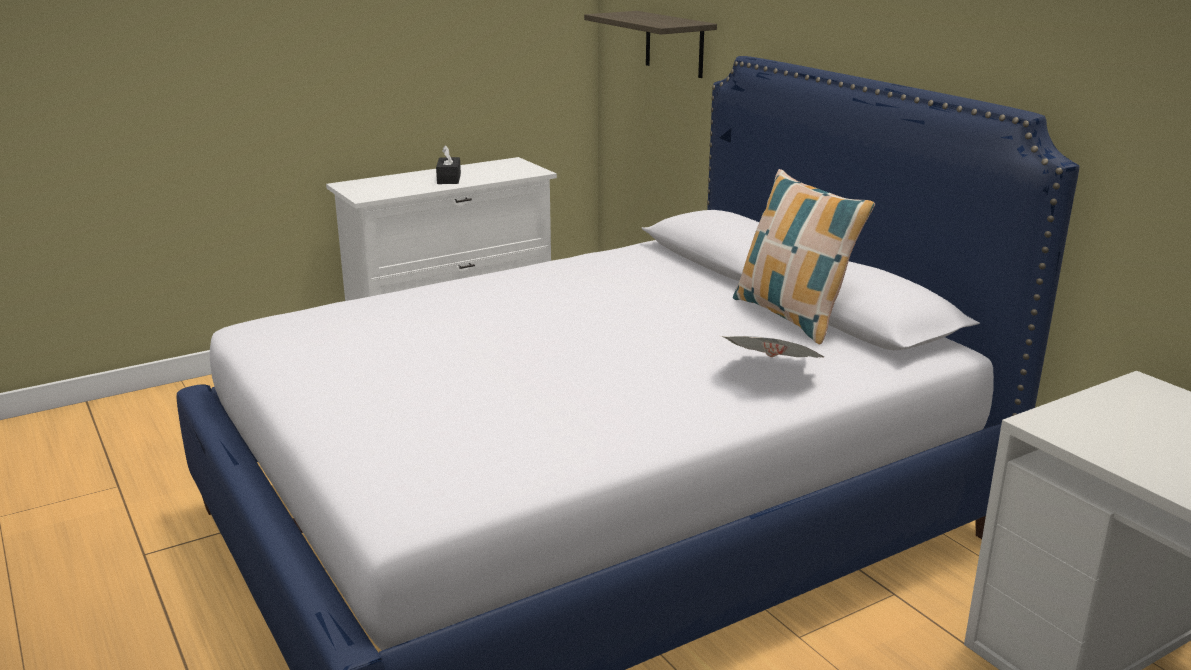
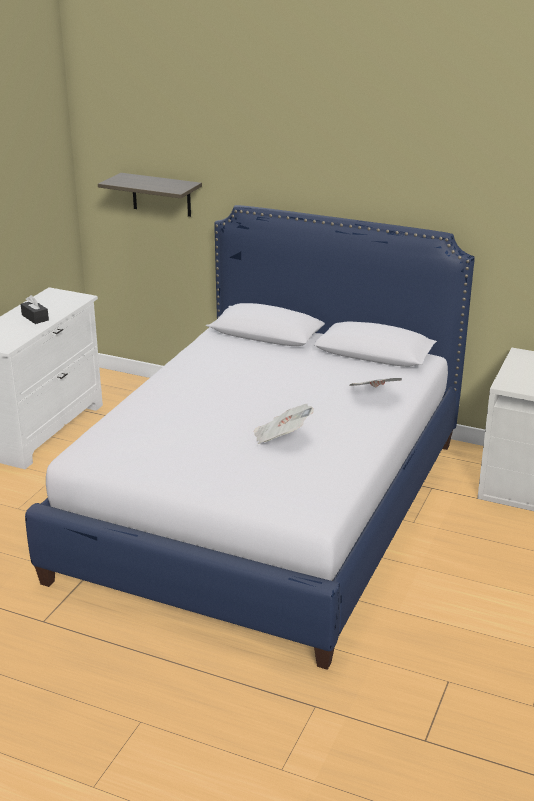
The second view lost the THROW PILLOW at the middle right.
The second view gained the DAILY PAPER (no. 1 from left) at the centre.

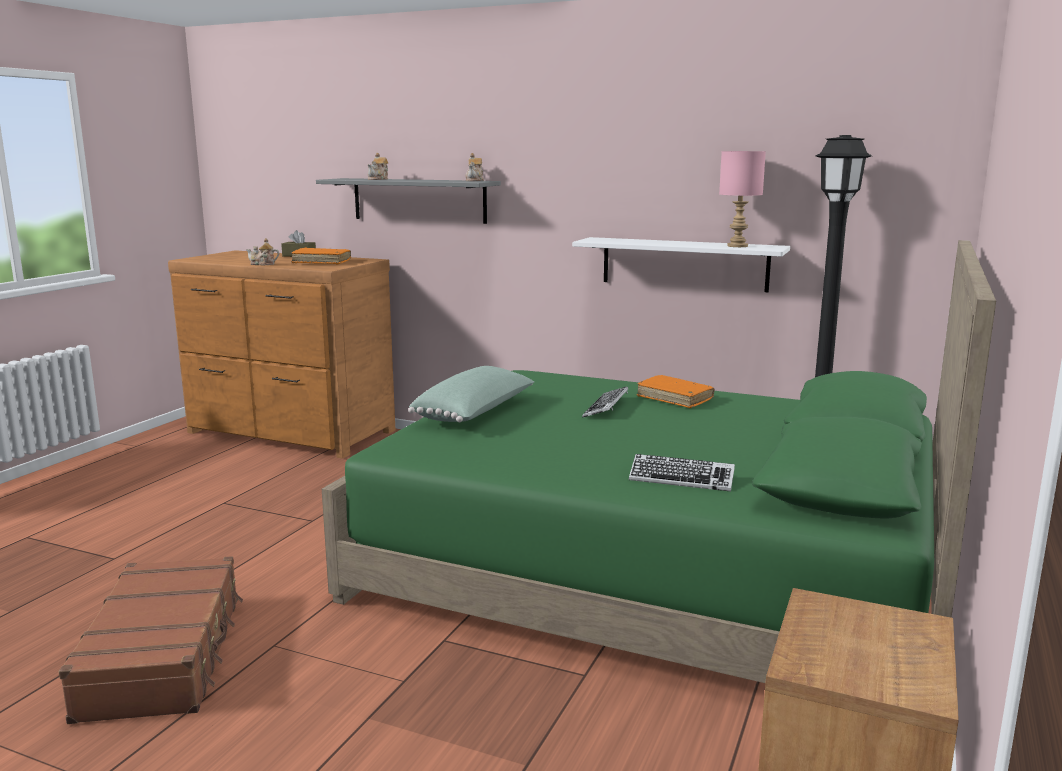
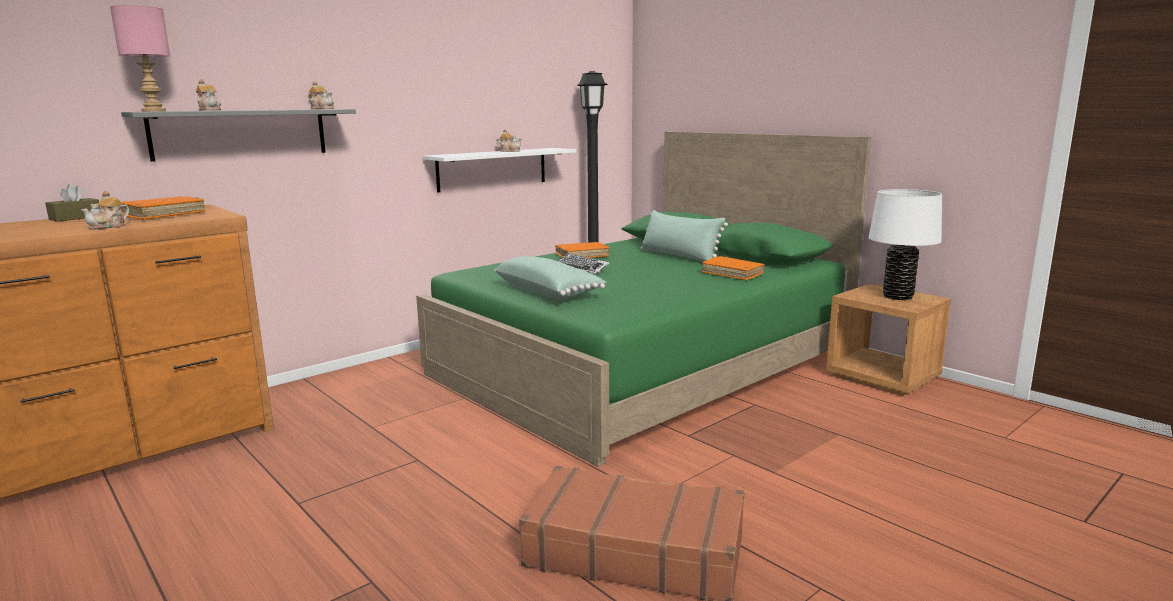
The PINK LAMP FOR A TABLE ended up elsewhere, having gone from the top right to the top left.
Where the COMPUTER KEYBOARD (no. 2 from left) stood at the centre, the ORANGEY BOUND BOOK (no. 3 from left) came to stand at the centre.
The second view gained the POT FOR TEA (no. 4 from left) at the top centre.
The second view gained the WHITISH LAMP FOR A TABLE at the middle right.
The second view gained the GREEN-COLOURED THROW PILLOW (no. 2 from left) at the centre.

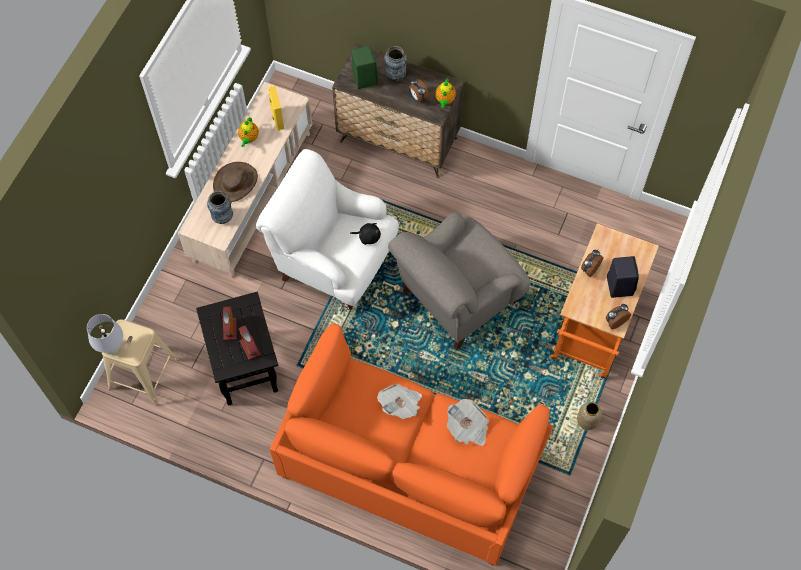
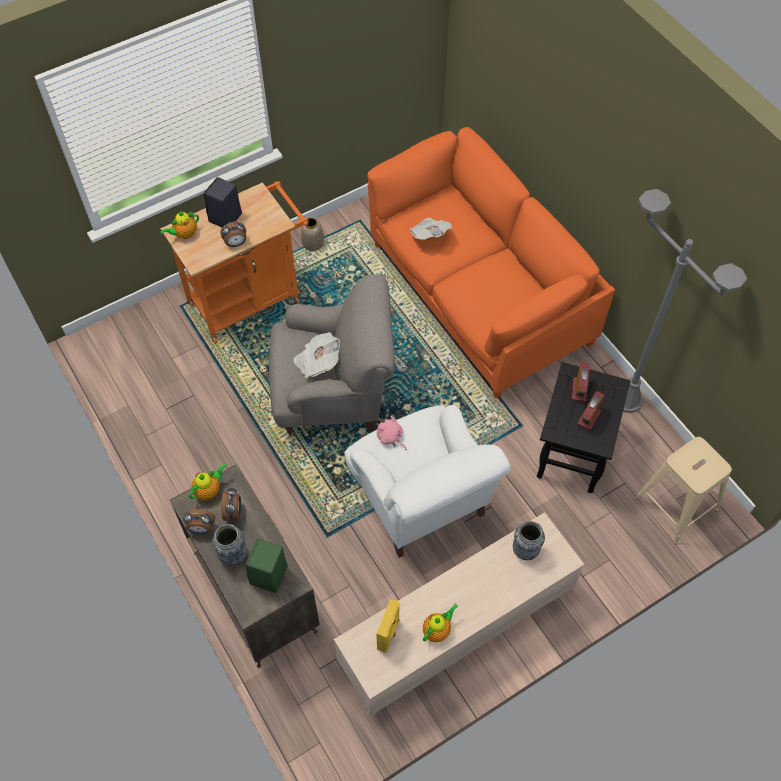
The second view lost the BROWN HAT at the top left.
What was the BLACKISH SOFT TOY at the centre turned into the PINK SOFT TOY at the centre.
The BEDSIDE CLOCK (no. 5 from left in the first image) ended up elsewhere, having gone from the middle right to the bottom left.
The second view lost the WHITISH LAMP FOR A TABLE at the middle left.
The DAILY PAPER (no. 1 from left) ended up elsewhere, having gone from the bottom centre to the centre.
The second view gained the GREY FLOOR LAMP at the middle right.
The second view gained the POT FOR TEA (no. 1 from left) at the top left.

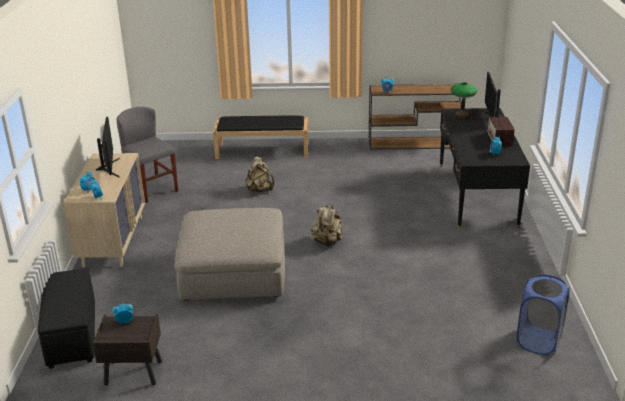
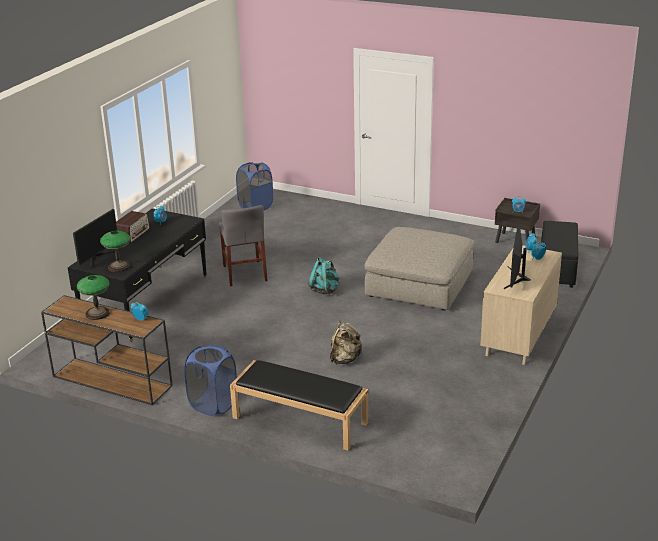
The GREY PLAIN CHAIR ended up elsewhere, having gone from the middle left to the centre.
What was the BEIGE KNAPSACK (no. 2 from left) at the centre turned into the TURQUOISE KNAPSACK at the centre.
The second view gained the LAMP FOR A TABLE (no. 1 from left) at the middle left.
The second view gained the BLUE-COLOURED WASHING BASKET (no. 1 from left) at the bottom left.

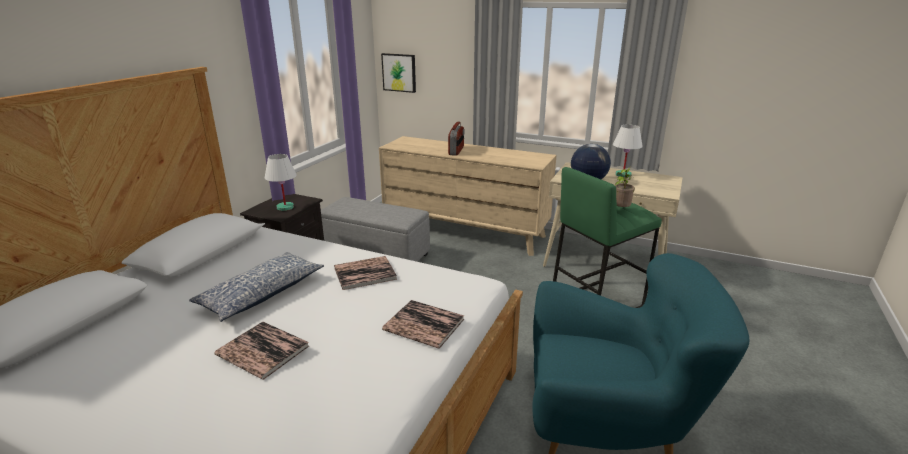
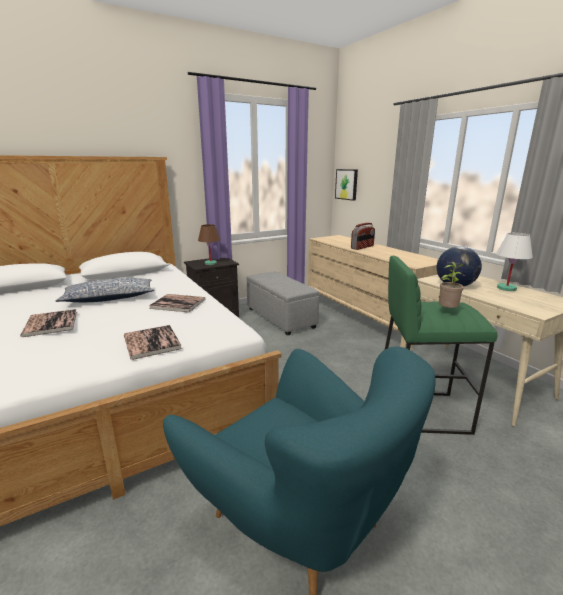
What was the WHITISH LAMP FOR A TABLE (no. 1 from left) at the middle left turned into the BROWN LAMP FOR A TABLE at the centre.

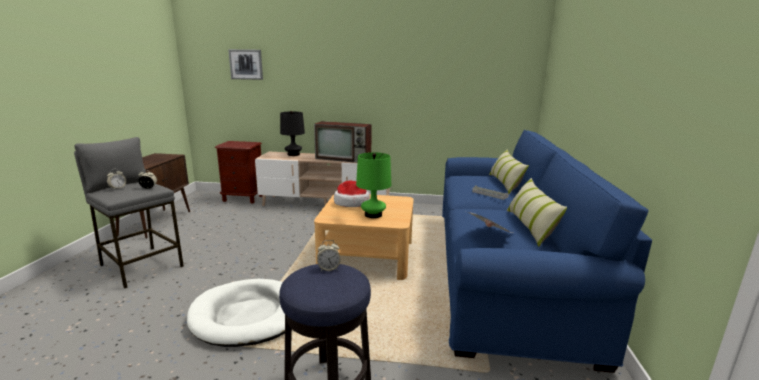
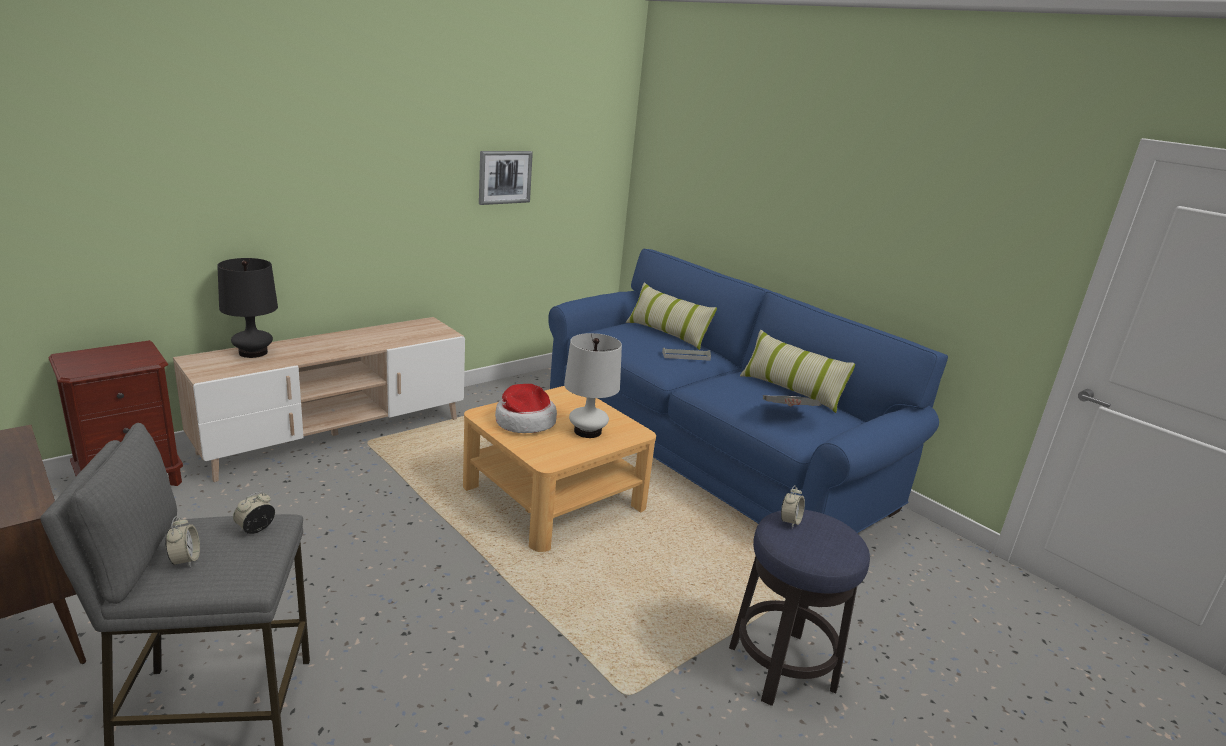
The WALL PICTURE ended up elsewhere, having gone from the top left to the top centre.
The second view lost the TELEVISION at the centre.
What was the GREEN-COLOURED LAMP FOR A TABLE at the centre turned into the WHITISH LAMP FOR A TABLE at the centre.
The second view lost the WHITISH PET BED at the bottom left.

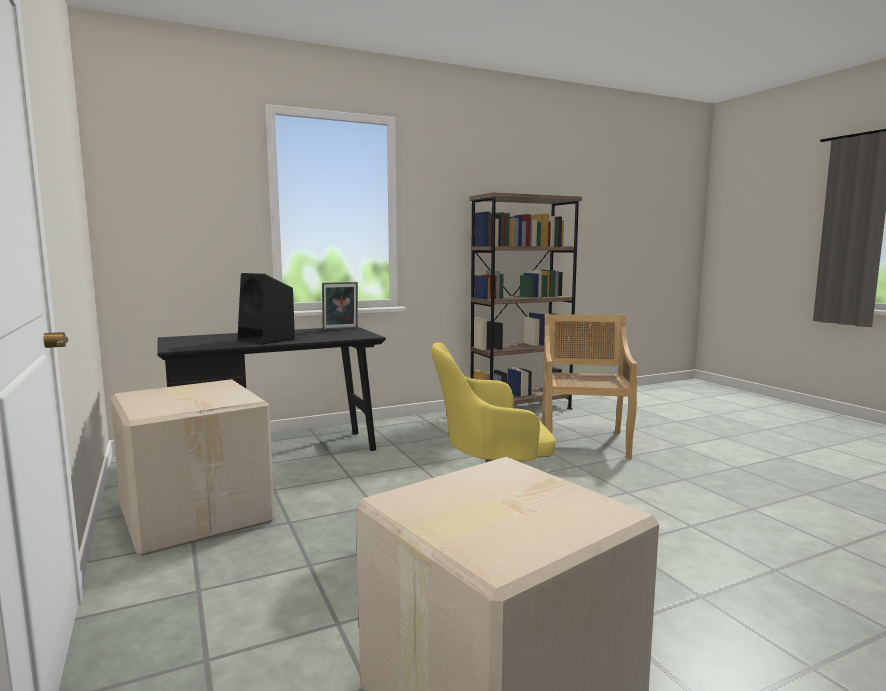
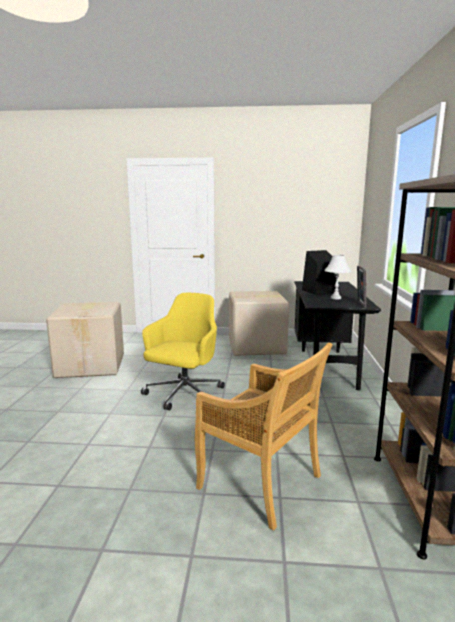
The second view gained the WHITISH LAMP FOR A TABLE at the middle right.

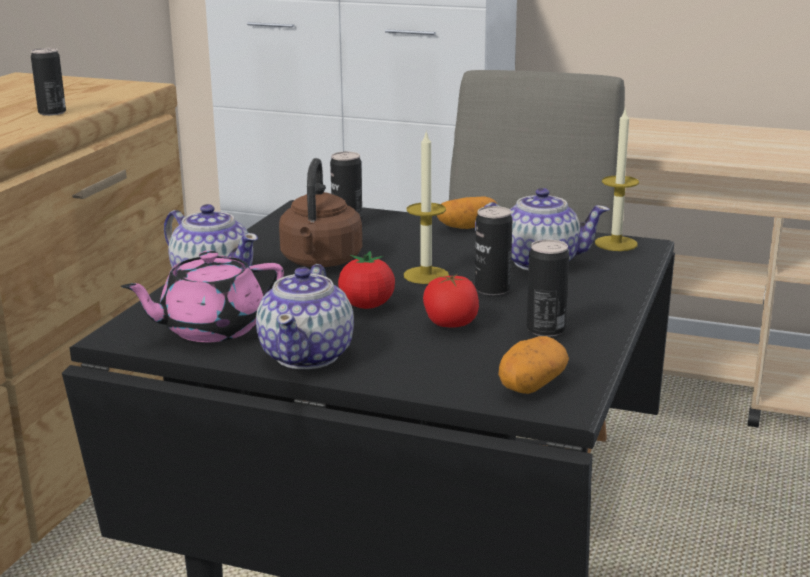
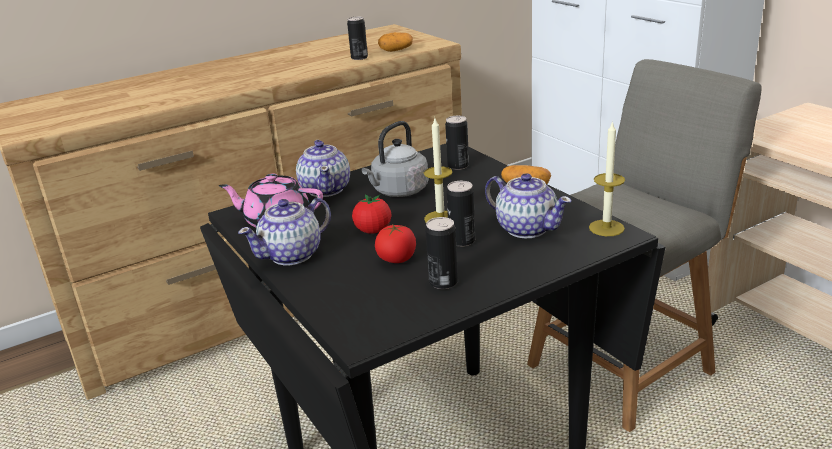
What was the BROWN TEA KETTLE at the centre turned into the GREY TEA KETTLE at the centre.
The WHOLE POTATO (no. 2 from left in the first image) ended up elsewhere, having gone from the centre to the top centre.

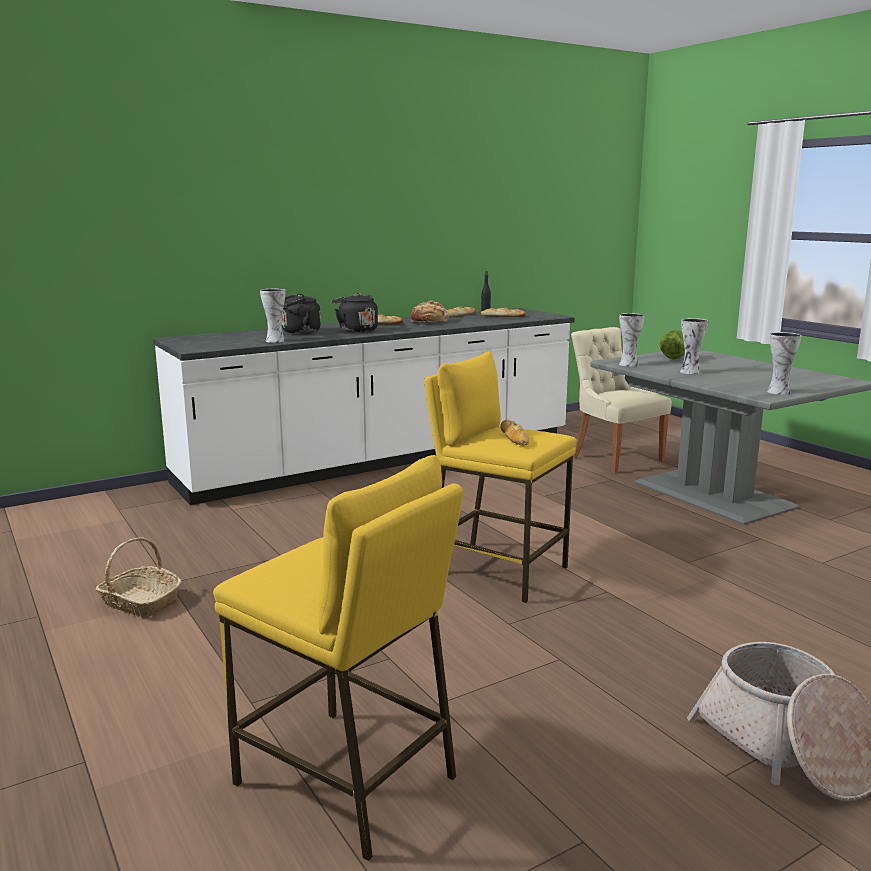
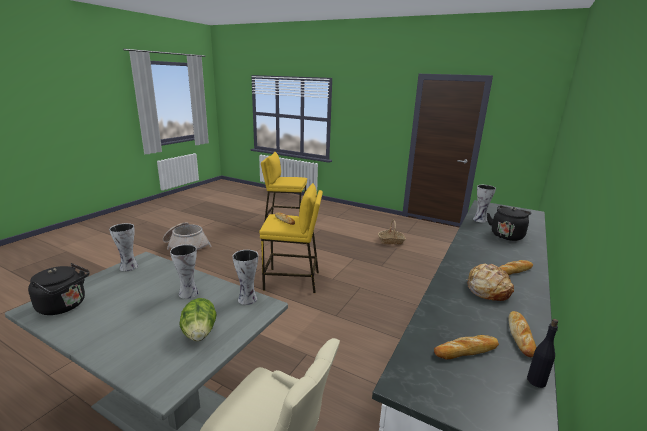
The BLACKISH TEA KETTLE (no. 2 from left in the first image) ended up elsewhere, having gone from the centre to the bottom left.

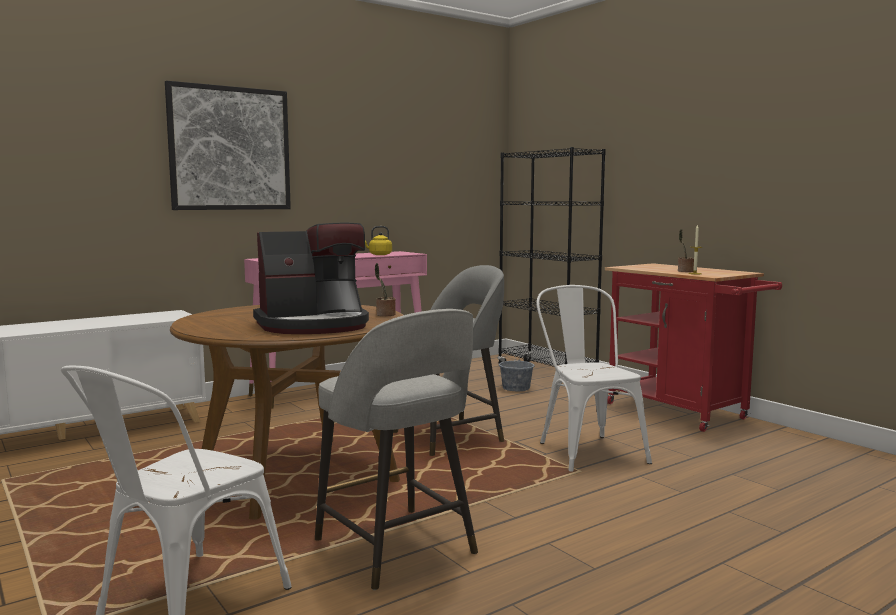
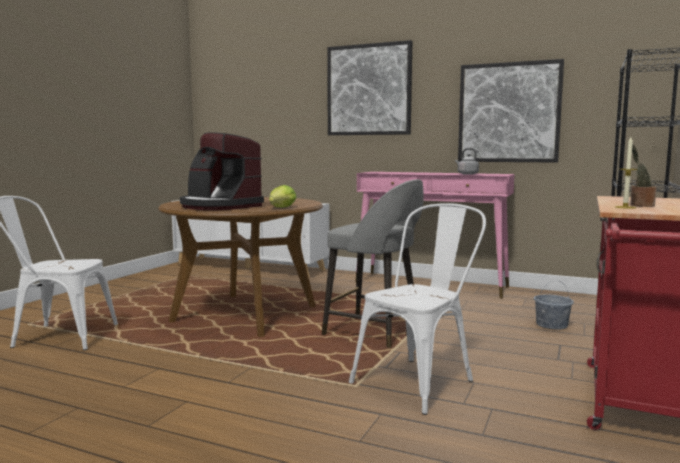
What was the YELLOWISH TEA KETTLE at the centre turned into the GREY TEA KETTLE at the middle right.
Where the PLANT IN A POT (no. 1 from left) stood at the centre, the LETTUCE HEAD came to stand at the centre.
The second view lost the GREY STOOL SEAT (no. 1 from left) at the bottom centre.
The second view gained the WALL PICTURE (no. 2 from left) at the top right.

